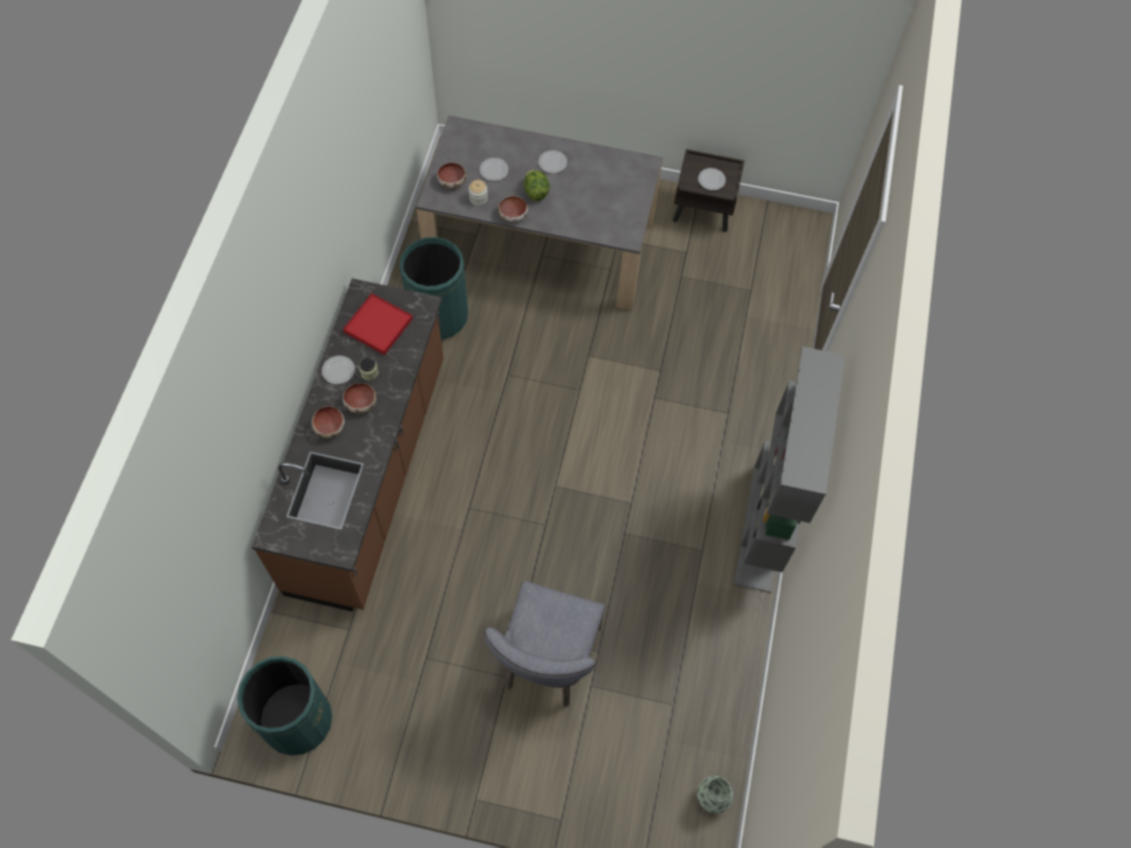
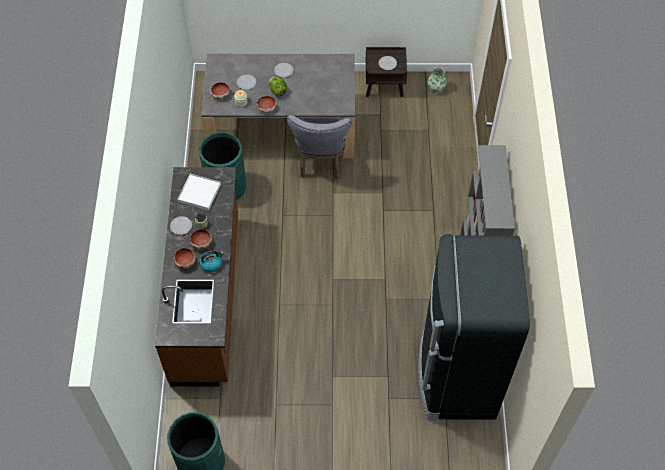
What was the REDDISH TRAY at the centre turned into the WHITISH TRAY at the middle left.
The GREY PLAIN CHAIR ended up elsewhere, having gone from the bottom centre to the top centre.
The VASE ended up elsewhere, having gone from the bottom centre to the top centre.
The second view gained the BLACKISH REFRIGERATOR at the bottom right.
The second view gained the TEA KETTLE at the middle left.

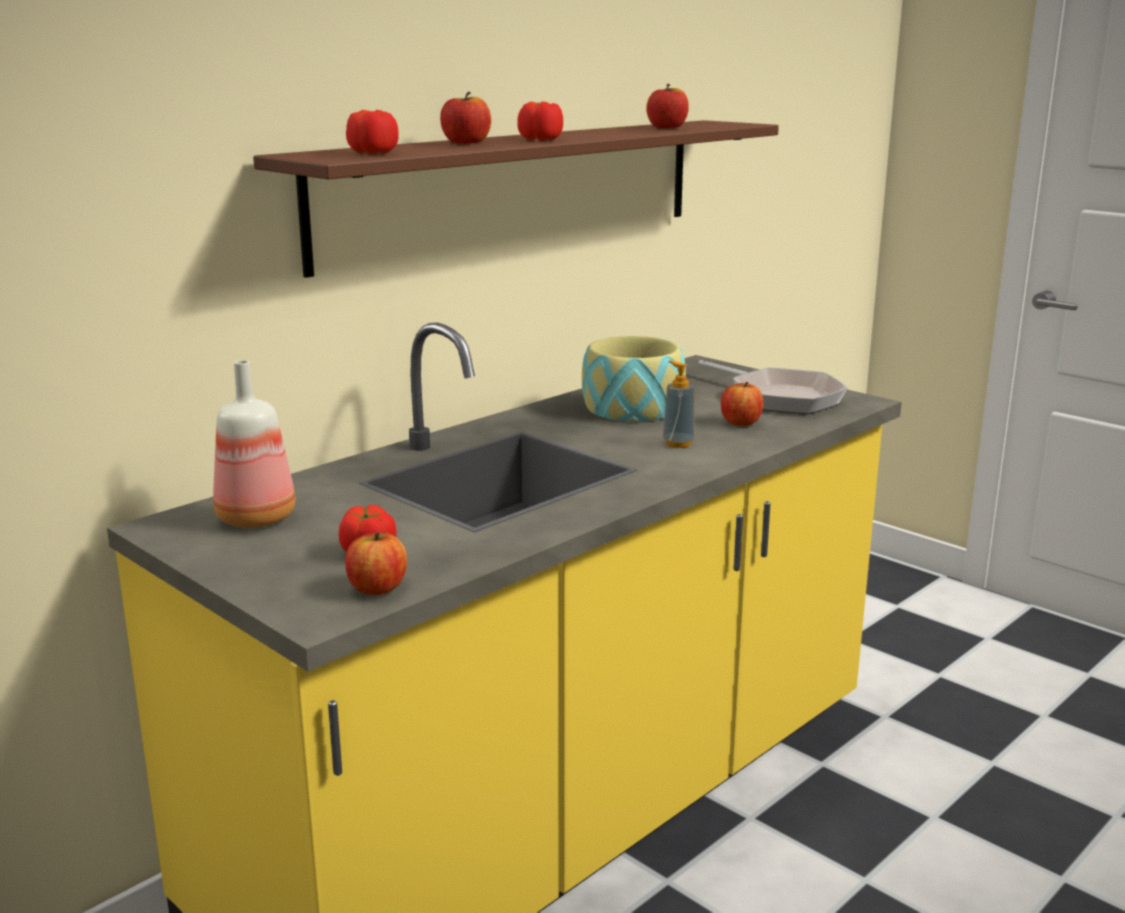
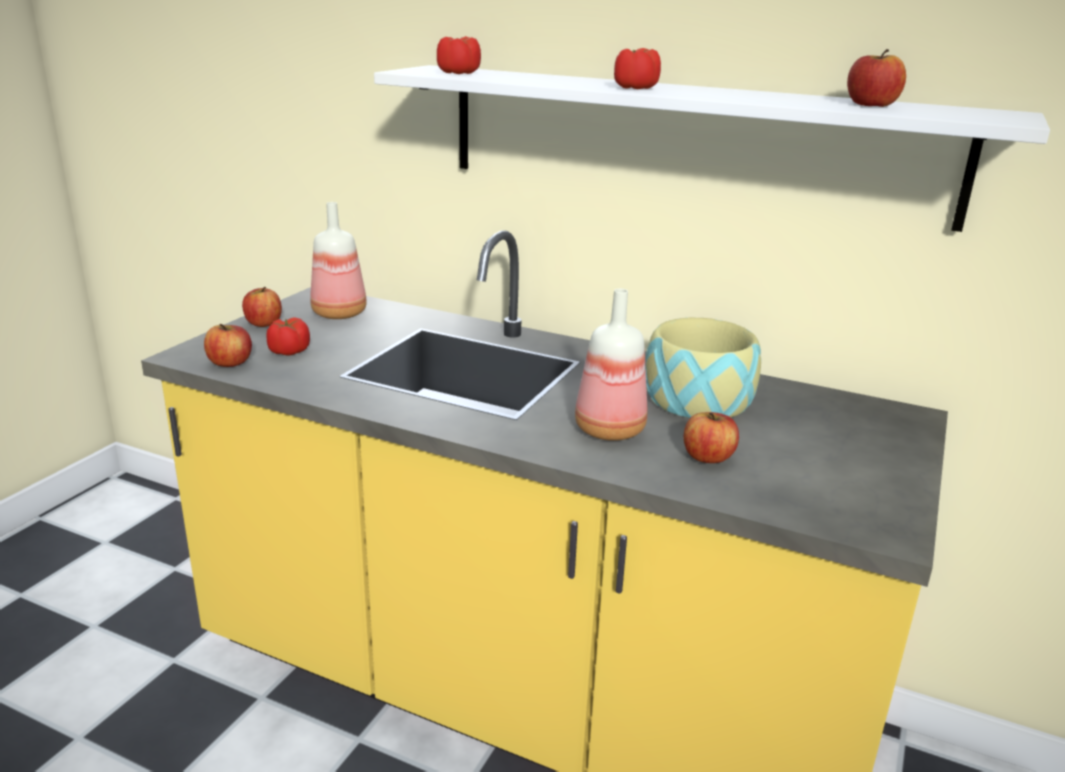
The APPLE (no. 2 from left) ended up elsewhere, having gone from the top centre to the middle left.
What was the BROWN SHELF at the top centre turned into the WHITISH SHELF at the top right.
The second view lost the PAN at the middle right.
Where the SOAP DISPENSER stood at the centre, the DRINK BOTTLE (no. 2 from left) came to stand at the centre.

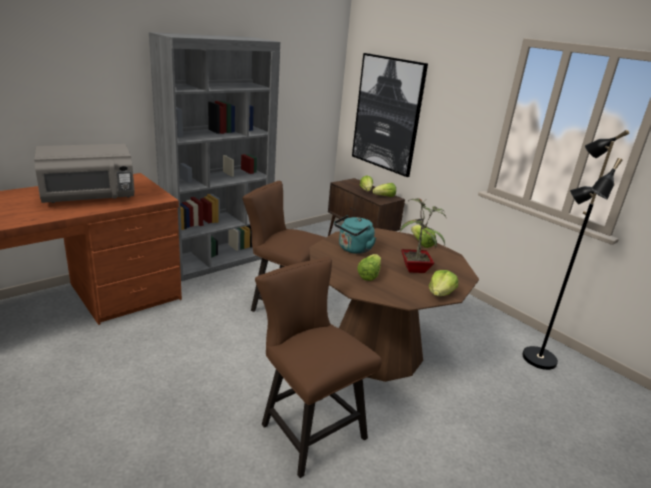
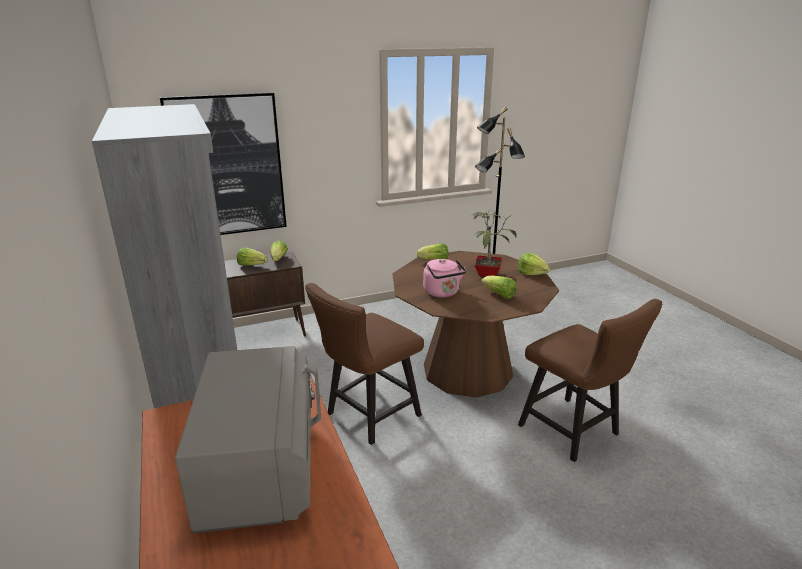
What was the TURQUOISE TEA KETTLE at the centre turned into the PINK TEA KETTLE at the centre.
The BROWN PLAIN CHAIR (no. 2 from left) at the bottom centre ended up facing another way, 105 degrees counterclockwise from before.

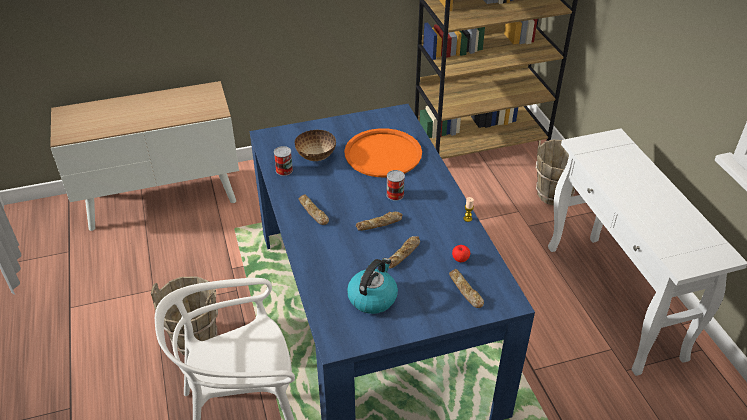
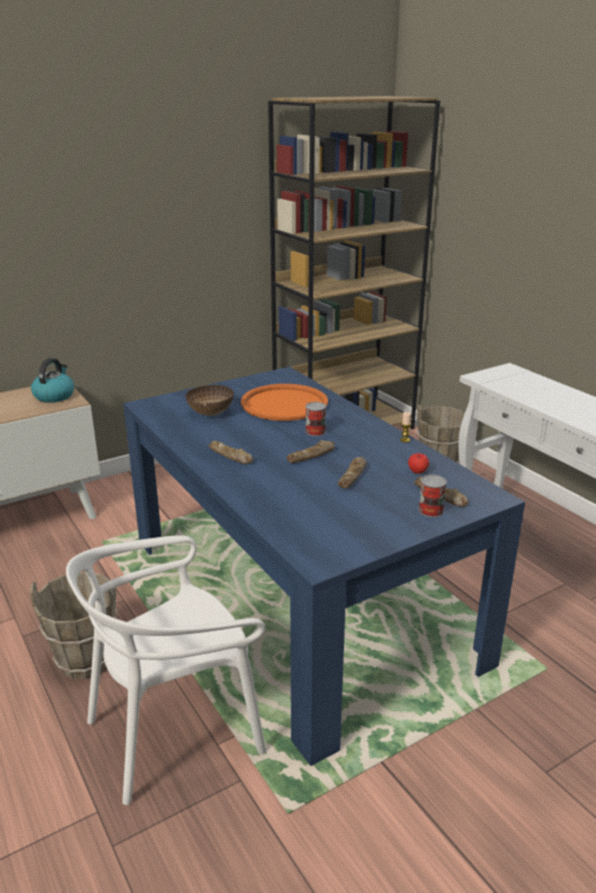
The SEALED CAN (no. 1 from left in the first image) ended up elsewhere, having gone from the centre to the middle right.
The TEA KETTLE ended up elsewhere, having gone from the bottom centre to the middle left.

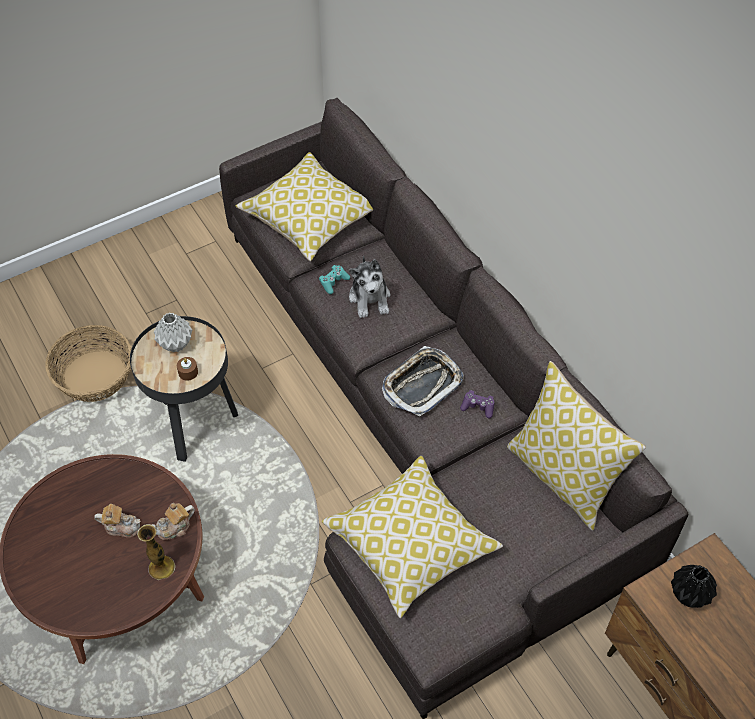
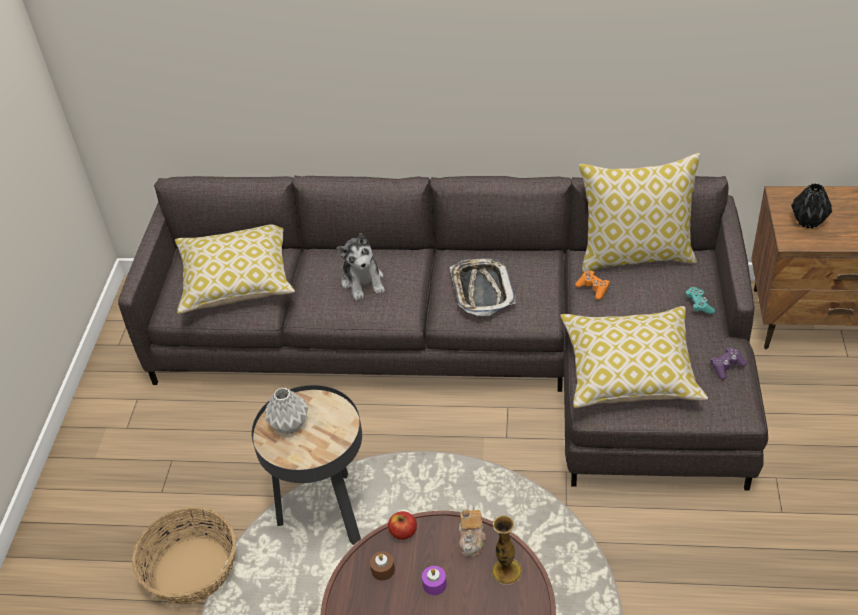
The SOFT TOY at the centre ended up facing another way, 45 degrees clockwise from before.
The TURQUOISE GAMEPAD ended up elsewhere, having gone from the centre to the middle right.
The BROWN WAX LIGHT ended up elsewhere, having gone from the middle left to the bottom centre.
The PURPLE-COLOURED GAMEPAD ended up elsewhere, having gone from the centre to the middle right.
Where the POT FOR TEA (no. 1 from left) stood at the bottom left, the PURPLE-COLOURED WAX LIGHT came to stand at the bottom centre.
The second view gained the ORANGEY GAMEPAD at the middle right.
The second view gained the APPLE at the bottom centre.

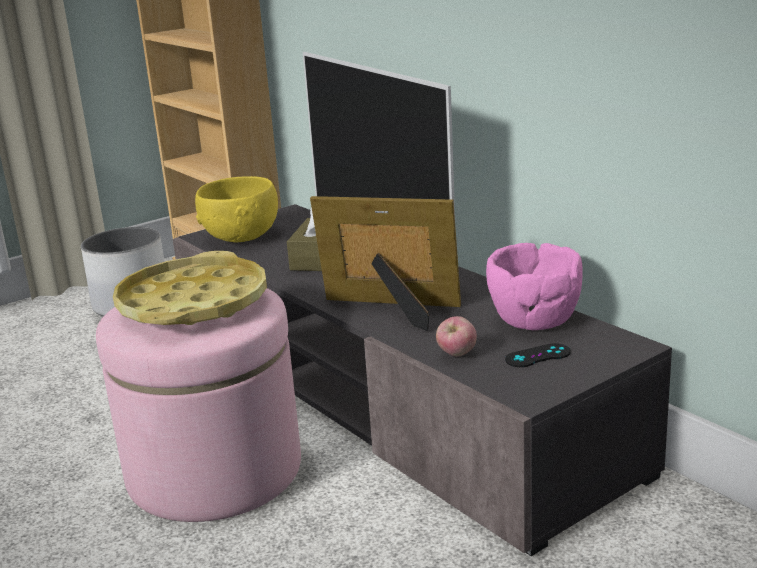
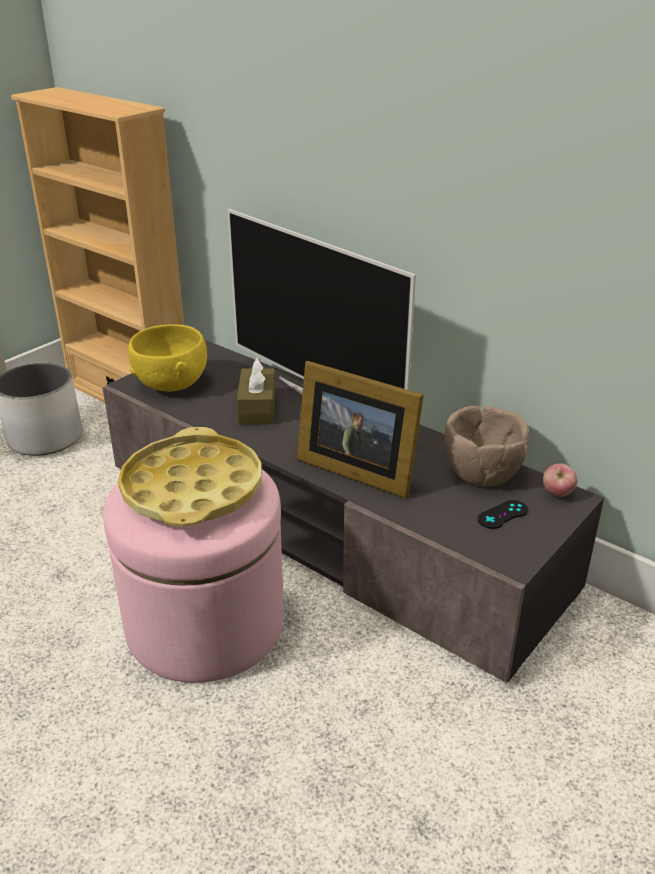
The PICTURE FRAME at the centre ended up facing another way, 150 degrees counterclockwise from before.
What was the PINK SERVING BOWL at the middle right turned into the BROWN SERVING BOWL at the middle right.
The APPLE ended up elsewhere, having gone from the centre to the middle right.

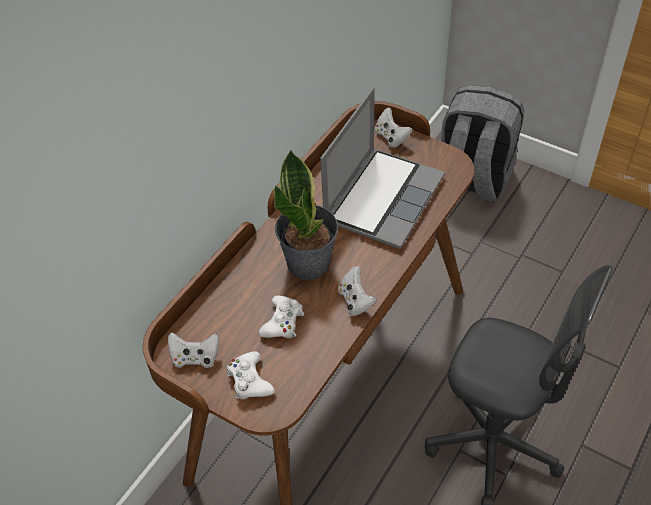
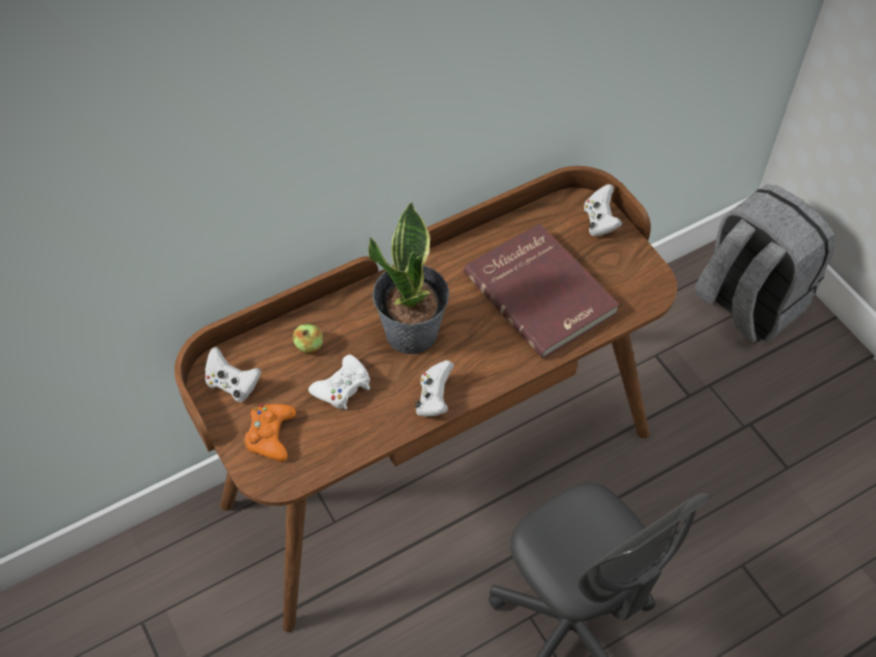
Where the NOTEBOOK COMPUTER stood at the top centre, the REDDISH BOUND BOOK came to stand at the centre.
What was the WHITISH GAMEPAD (no. 2 from left) at the bottom centre turned into the ORANGEY GAMEPAD at the middle left.
The second view gained the APPLE at the centre.

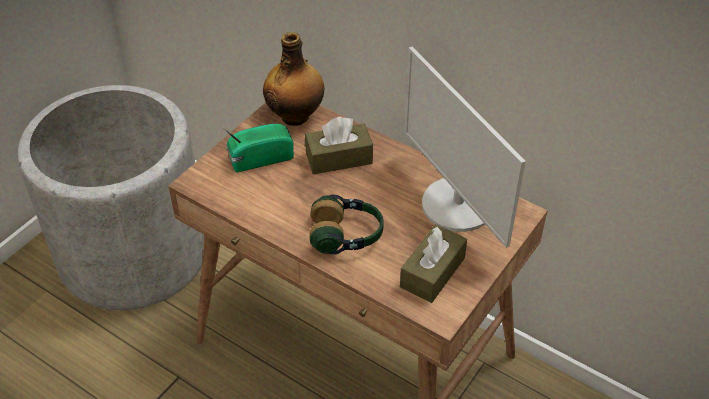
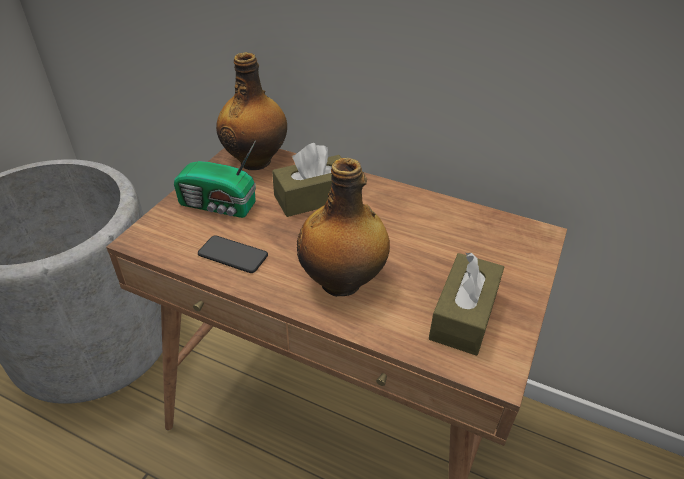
The second view lost the COMPUTER SCREEN at the centre.
The RADIO at the centre ended up facing another way, 135 degrees counterclockwise from before.
Where the HEADPHONES stood at the centre, the DRINK BOTTLE (no. 2 from left) came to stand at the centre.
The second view gained the TELEPHONE at the centre.

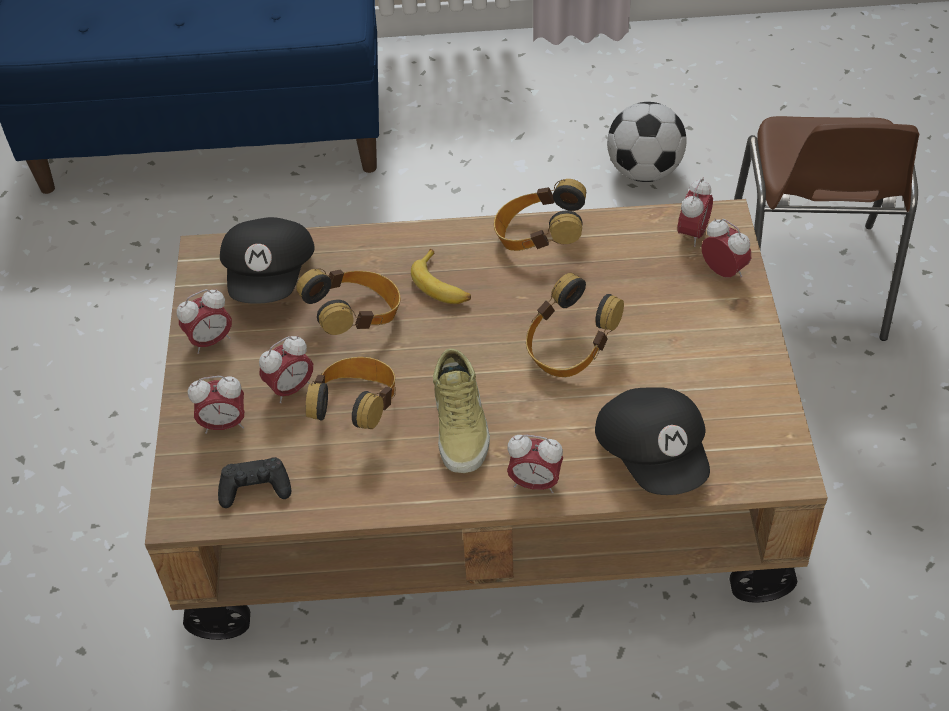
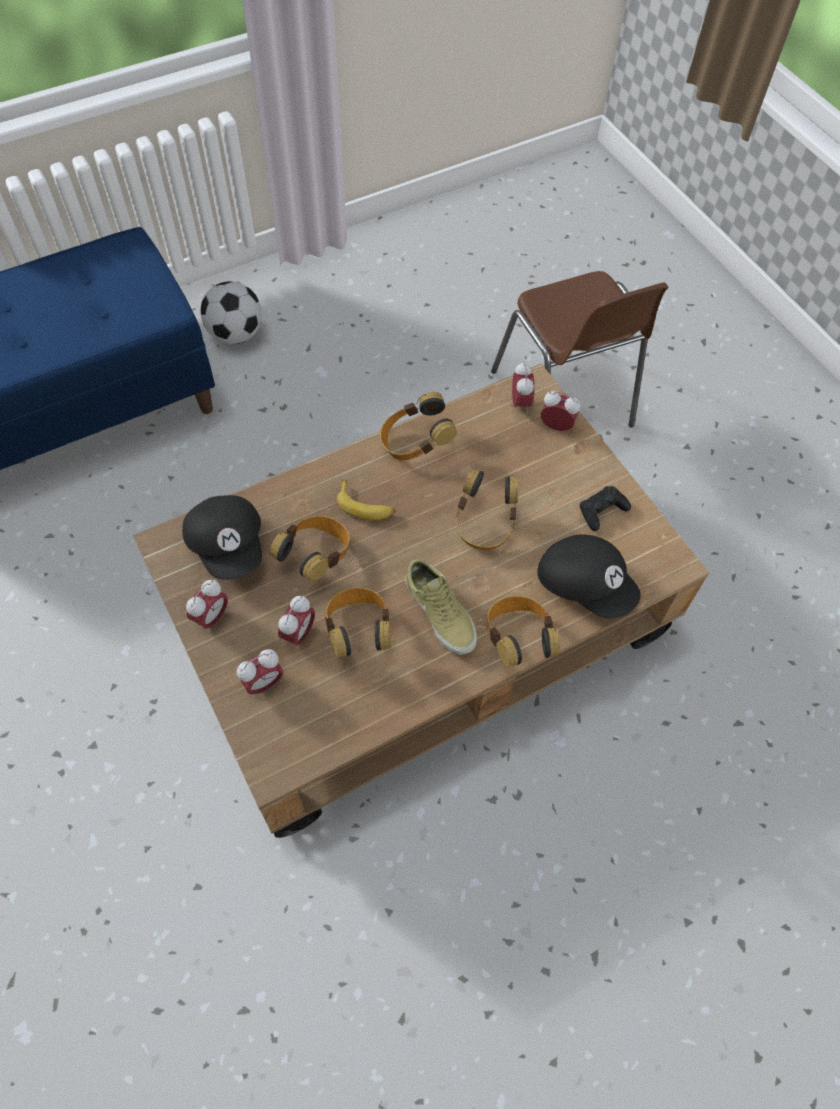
The FOOTBALL ended up elsewhere, having gone from the top right to the top left.
Where the BEDSIDE CLOCK (no. 4 from left) stood at the centre, the HEADPHONES (no. 5 from left) came to stand at the centre.
The BLACKISH GAMEPAD ended up elsewhere, having gone from the bottom left to the middle right.

